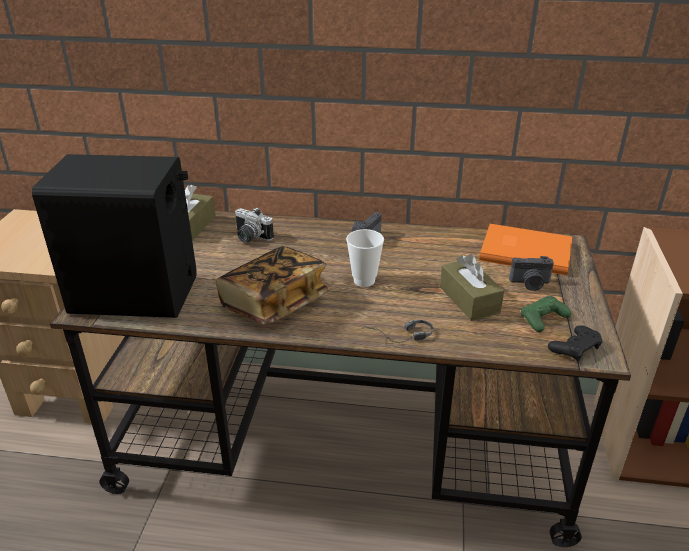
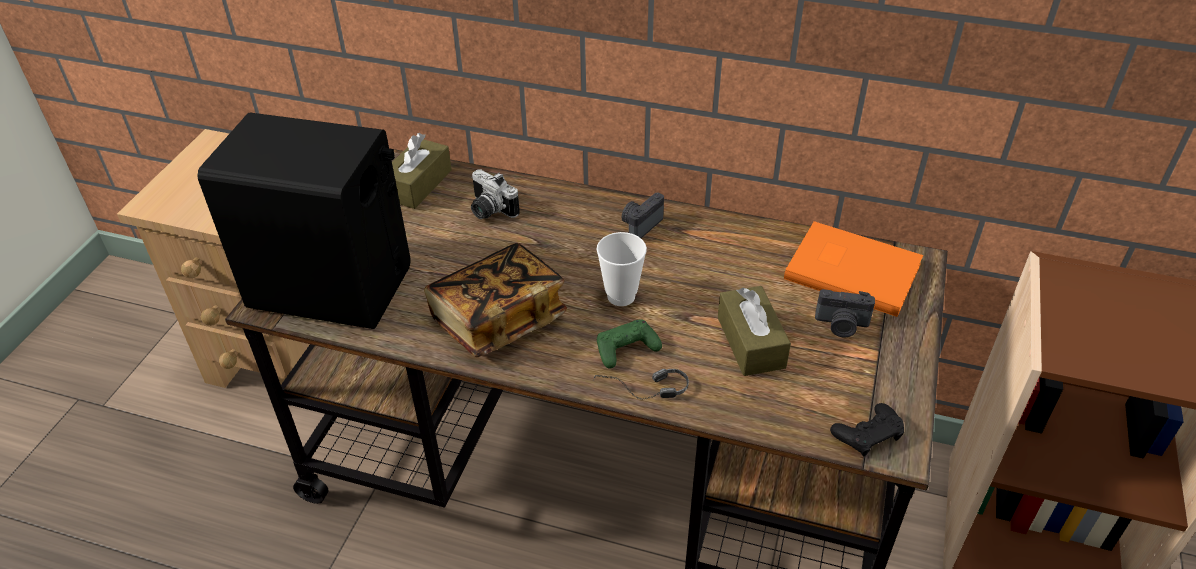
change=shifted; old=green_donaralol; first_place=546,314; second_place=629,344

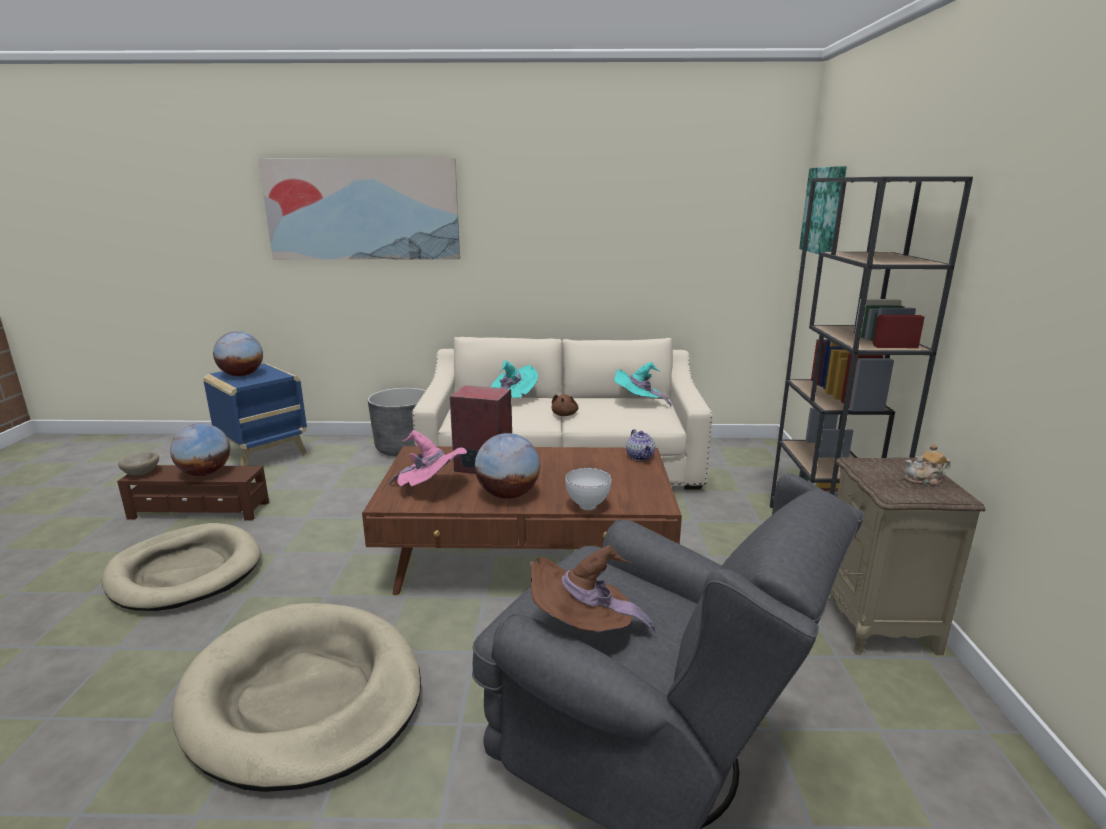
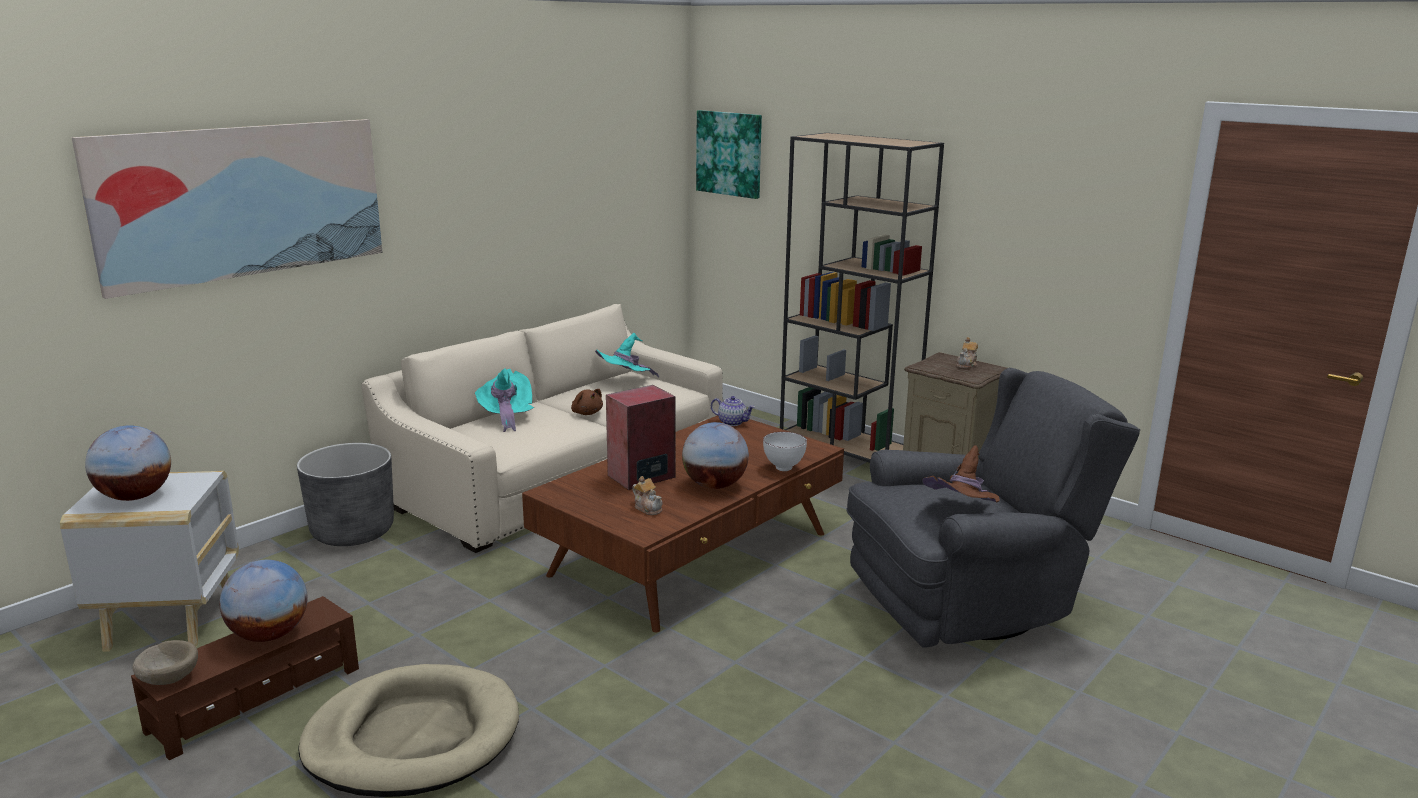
change=gone; old=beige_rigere; first_place=296,697
change=repainted; old=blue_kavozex; new=white_kavozex; first_place=255,414; second_place=149,561
change=swapped; old=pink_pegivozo; new=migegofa; first_place=427,458; second_place=647,495

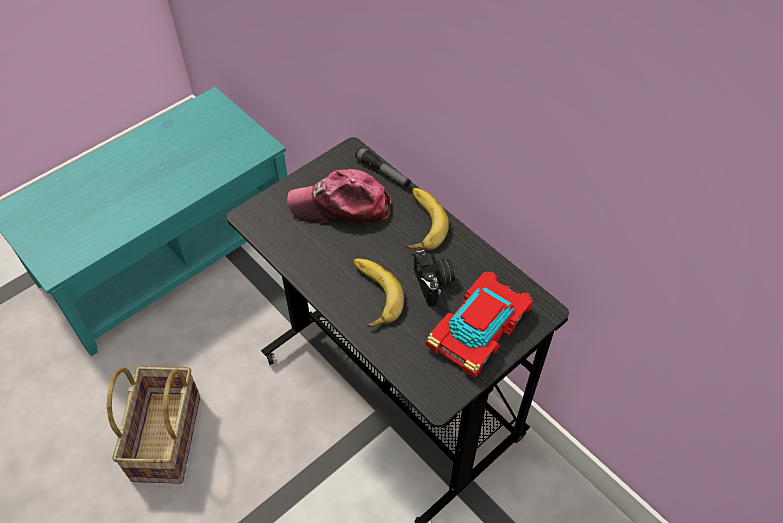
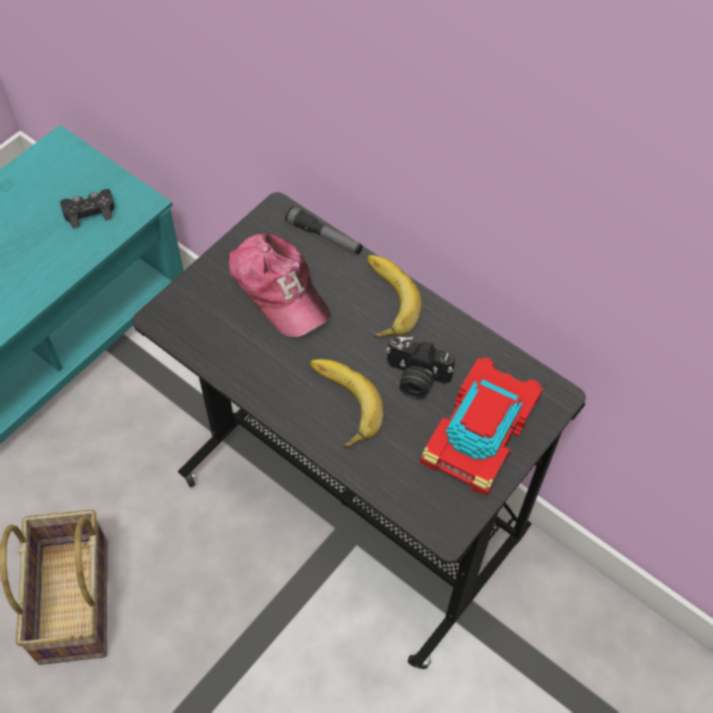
change=rotated; old=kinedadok; first_place=339,196; second_place=280,285; degrees=-120
change=rotated; old=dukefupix; first_place=434,277; second_place=420,367; degrees=135
change=new; new=black_donaralol; second_place=87,209

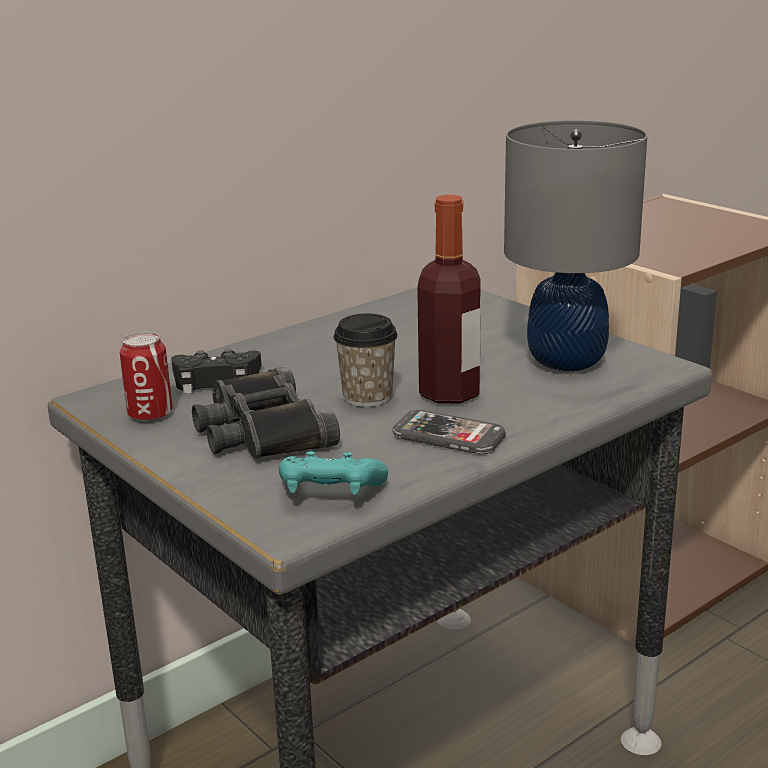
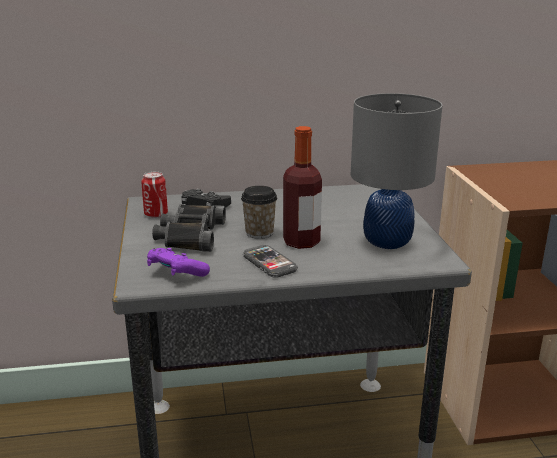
change=repainted; old=turquoise_donaralol; new=purple_donaralol; first_place=333,473; second_place=178,262

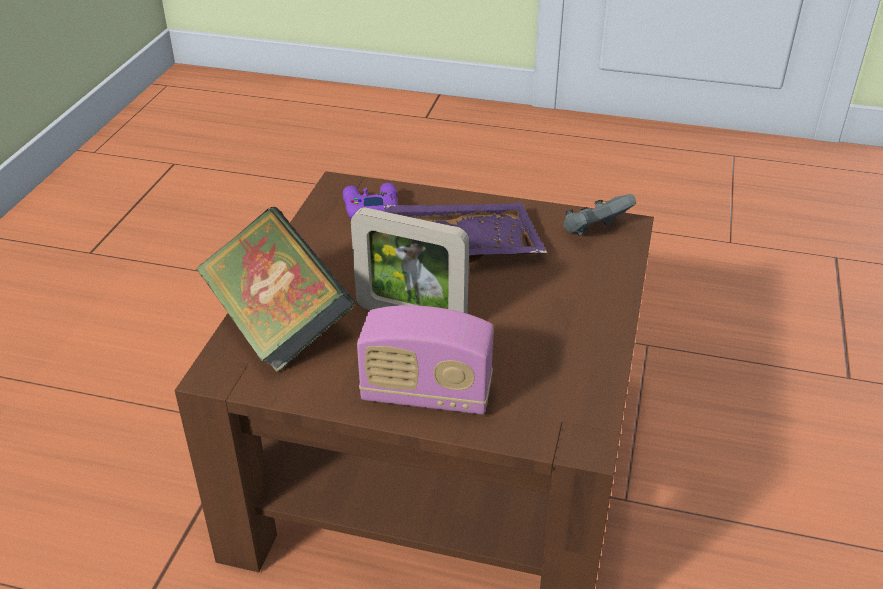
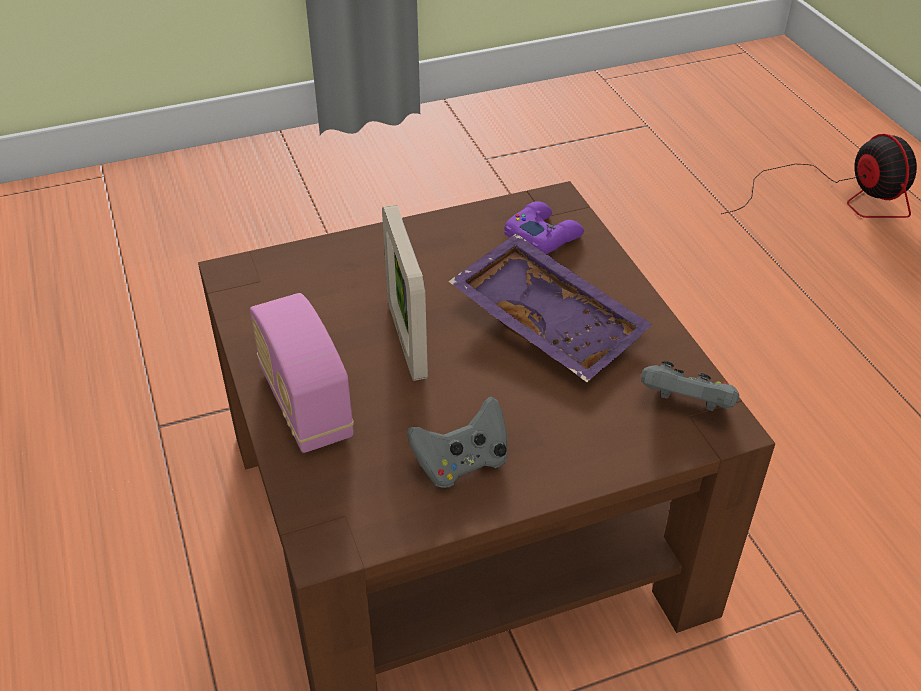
change=gone; old=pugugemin; first_place=275,290
change=new; new=grey_donaralol; second_place=457,442
change=new; new=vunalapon; second_place=819,176

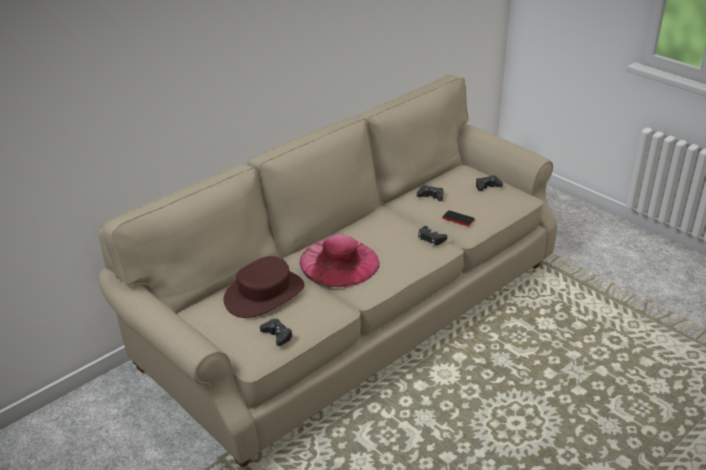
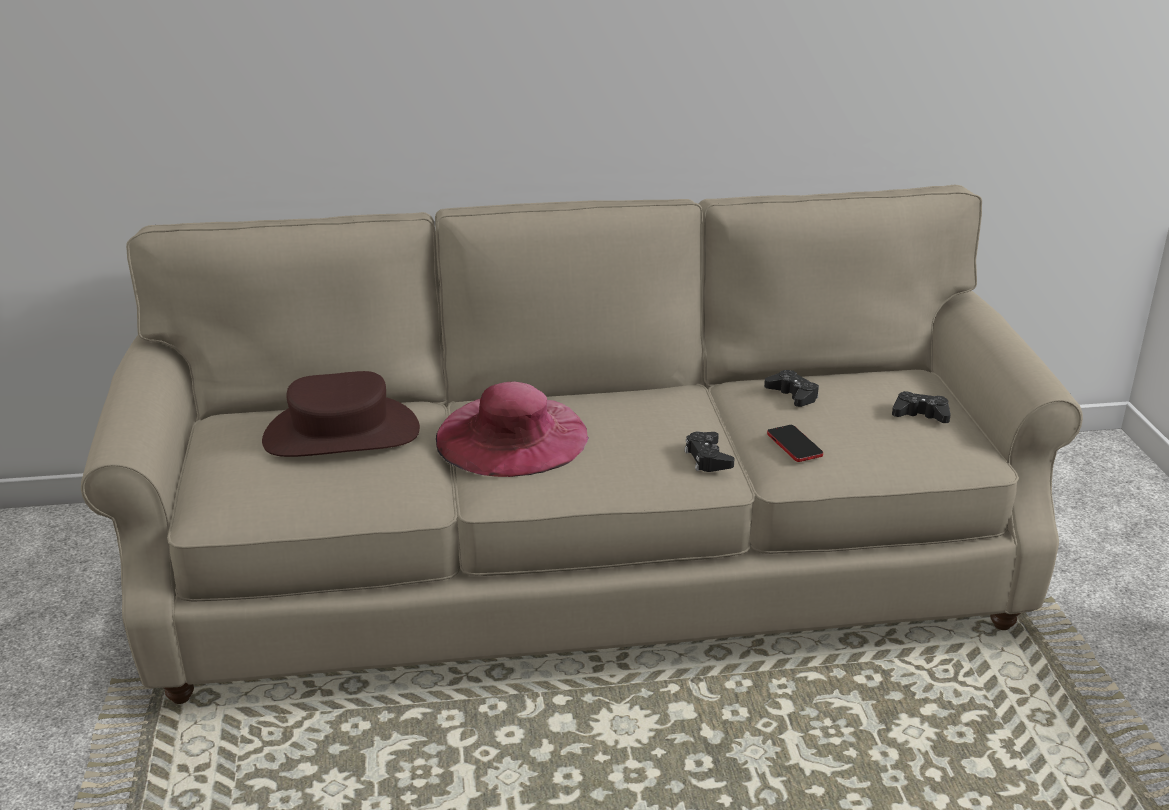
change=gone; old=black_donaralol; first_place=276,332

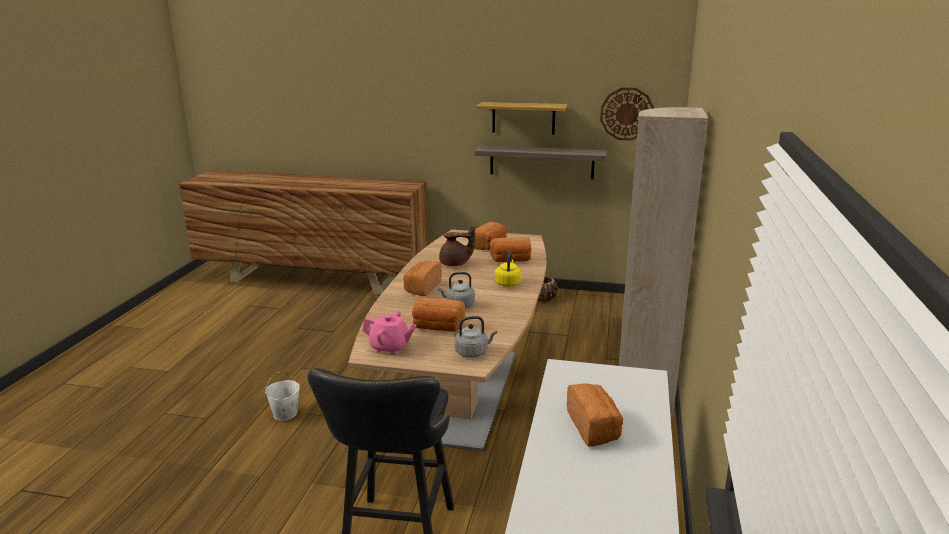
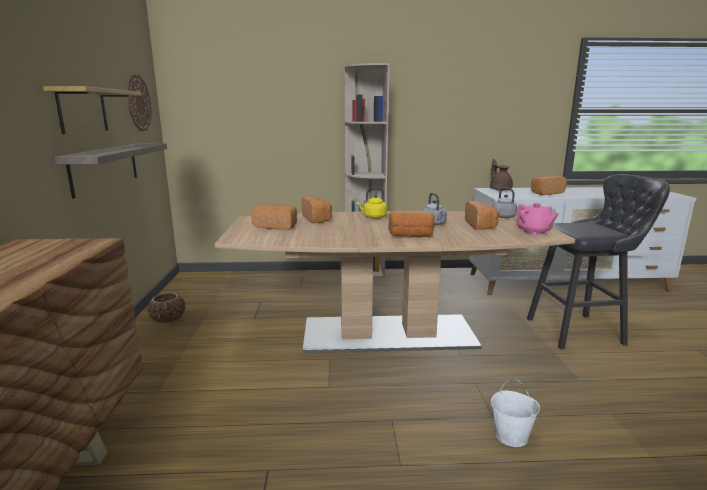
change=rotated; old=pink_migegofa; first_place=389,333; second_place=537,219; degrees=150
change=shifted; old=brown_migegofa; first_place=457,246; second_place=501,175

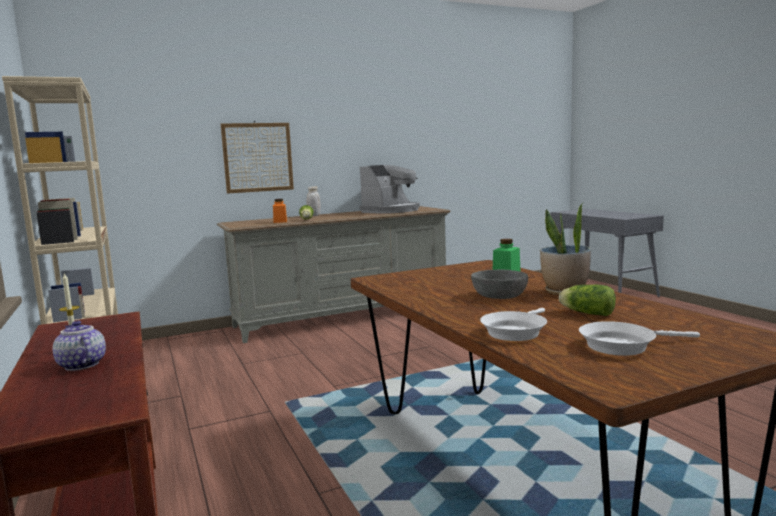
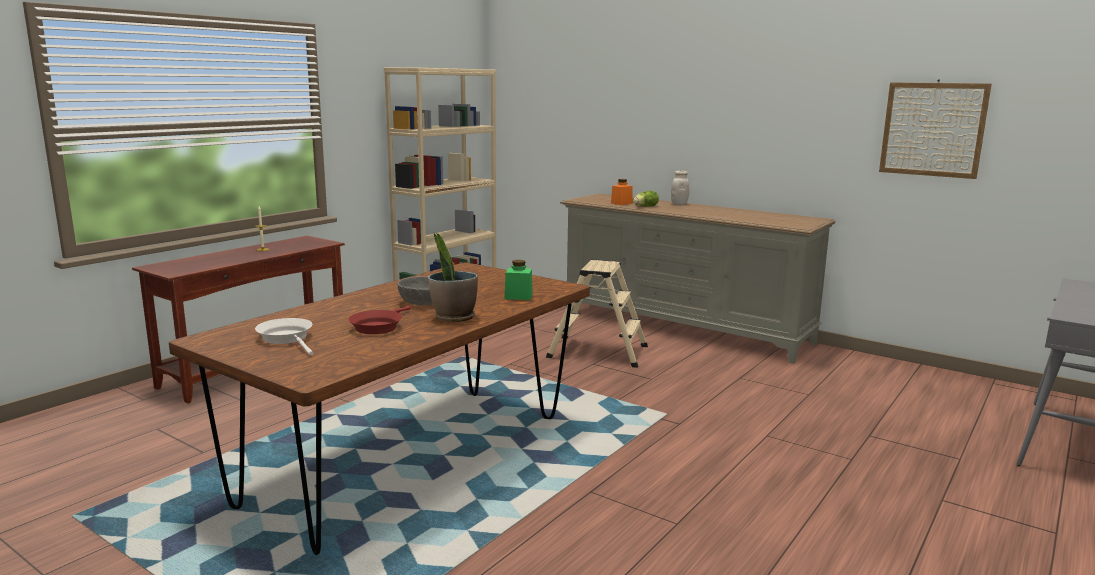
change=gone; old=migegofa; first_place=79,346
change=shifted; old=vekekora; first_place=257,157; second_place=935,129
change=gone; old=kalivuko; first_place=390,189
change=gone; old=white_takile; first_place=513,324
change=swapped; old=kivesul; new=red_takile; first_place=587,300; second_place=379,320
change=new; new=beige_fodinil; second_place=597,313

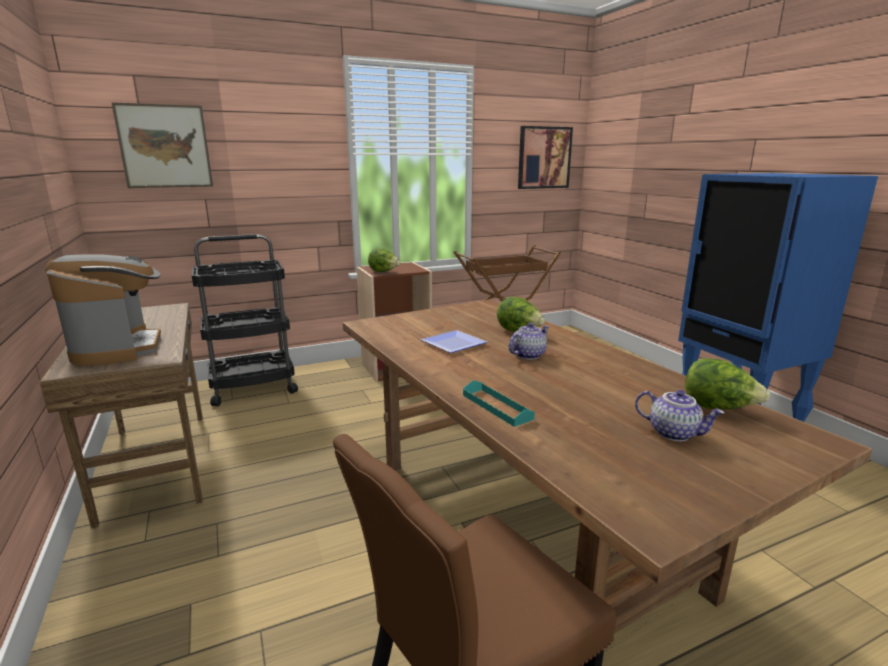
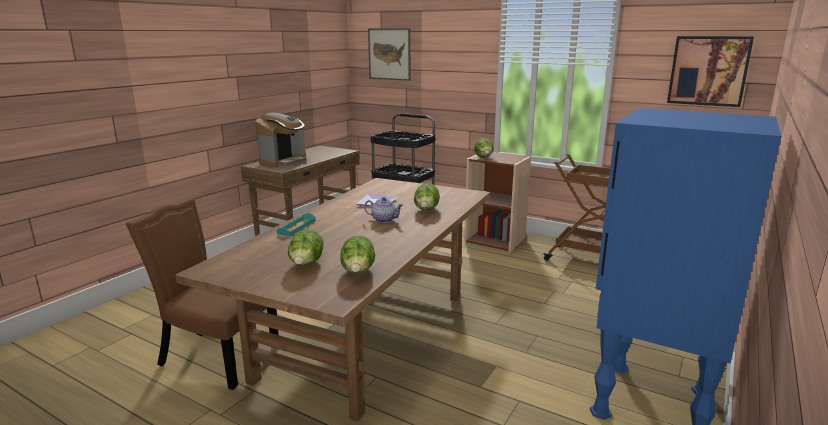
change=swapped; old=migegofa; new=kivesul; first_place=680,415; second_place=306,247

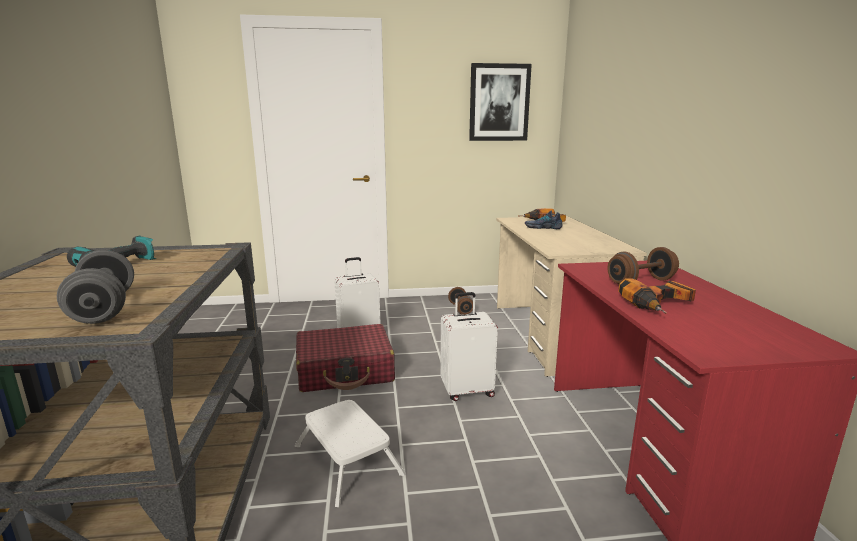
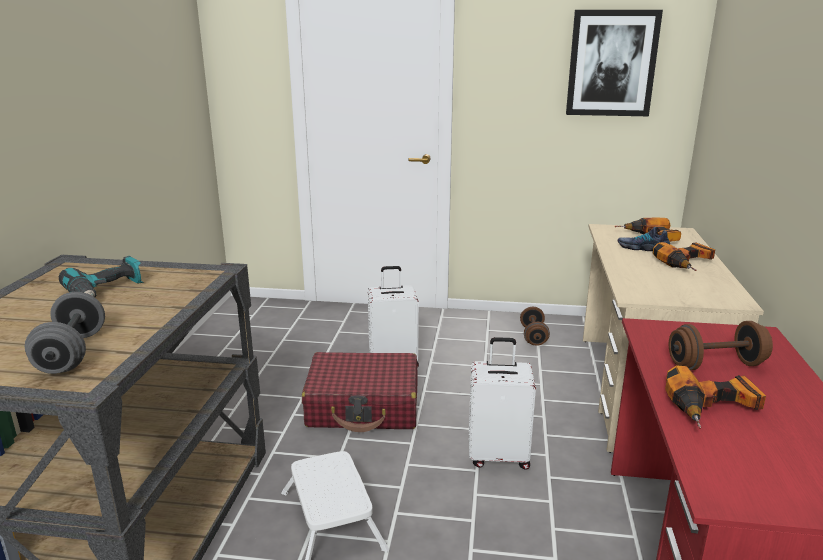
change=new; new=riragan; second_place=684,256

